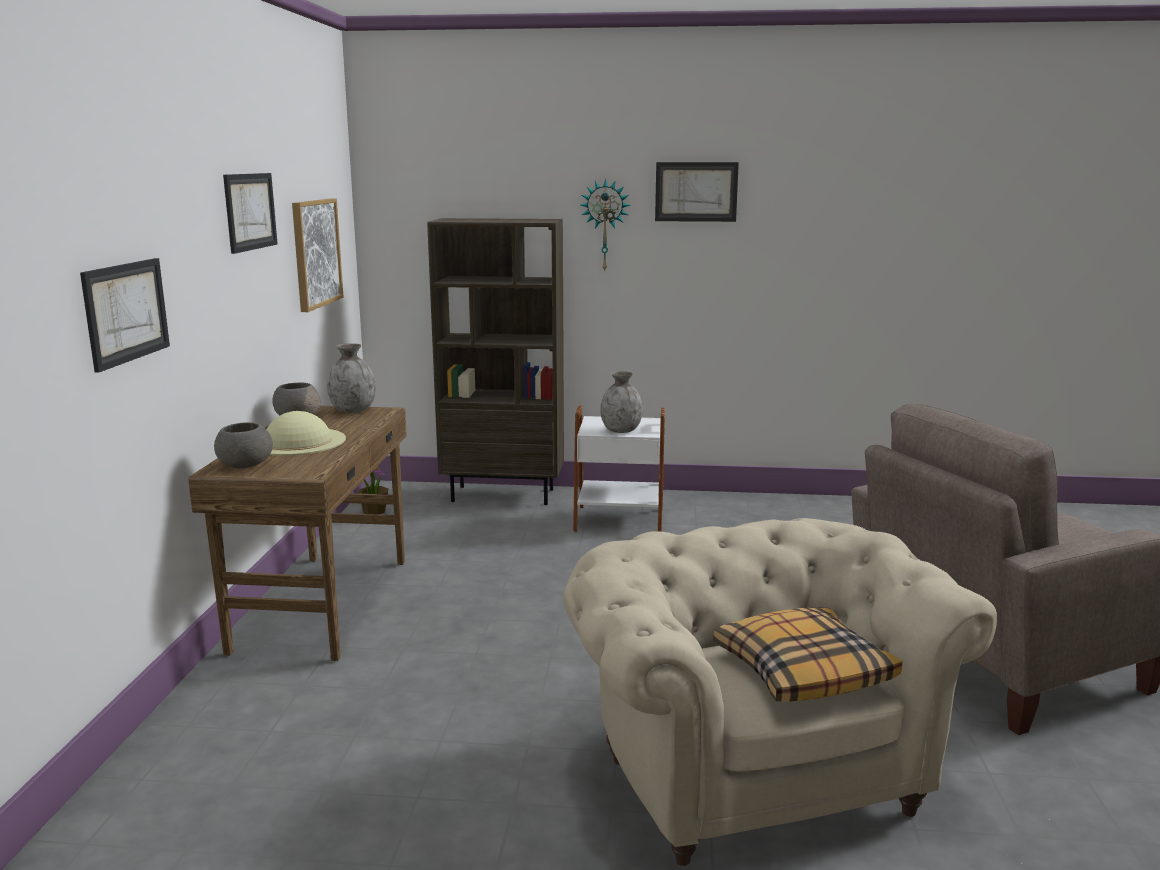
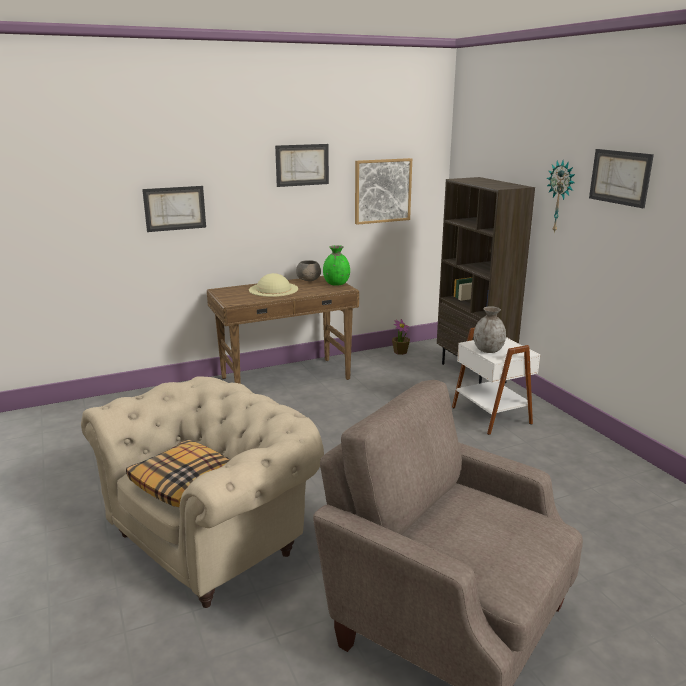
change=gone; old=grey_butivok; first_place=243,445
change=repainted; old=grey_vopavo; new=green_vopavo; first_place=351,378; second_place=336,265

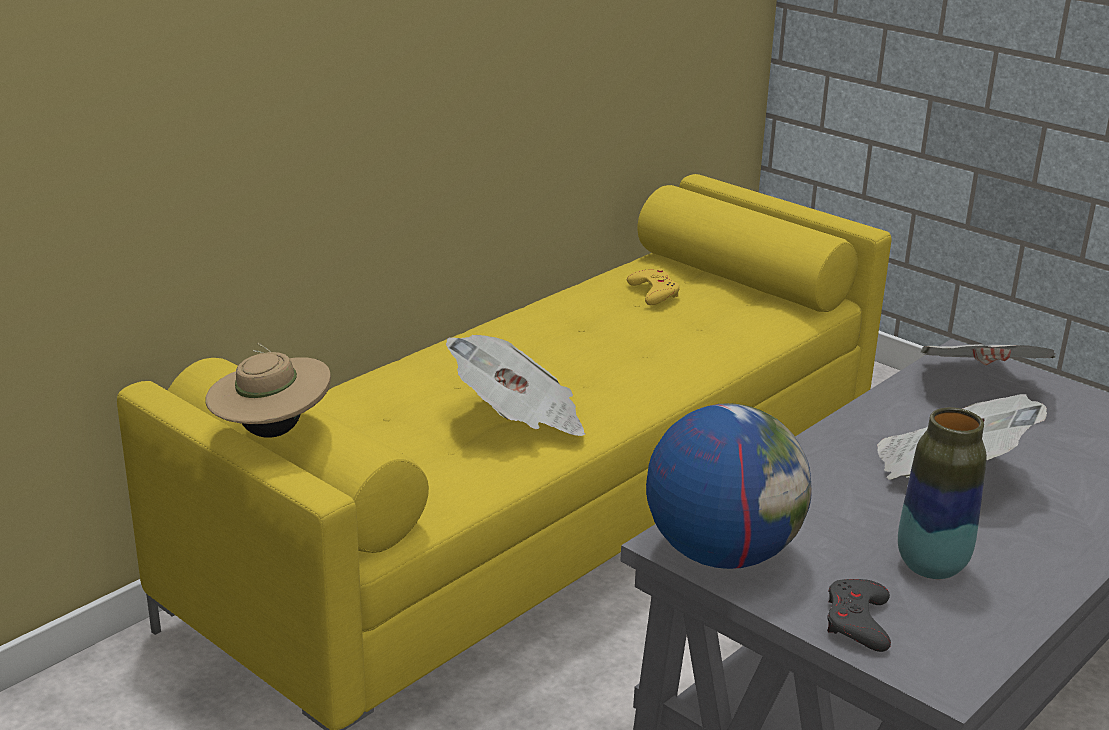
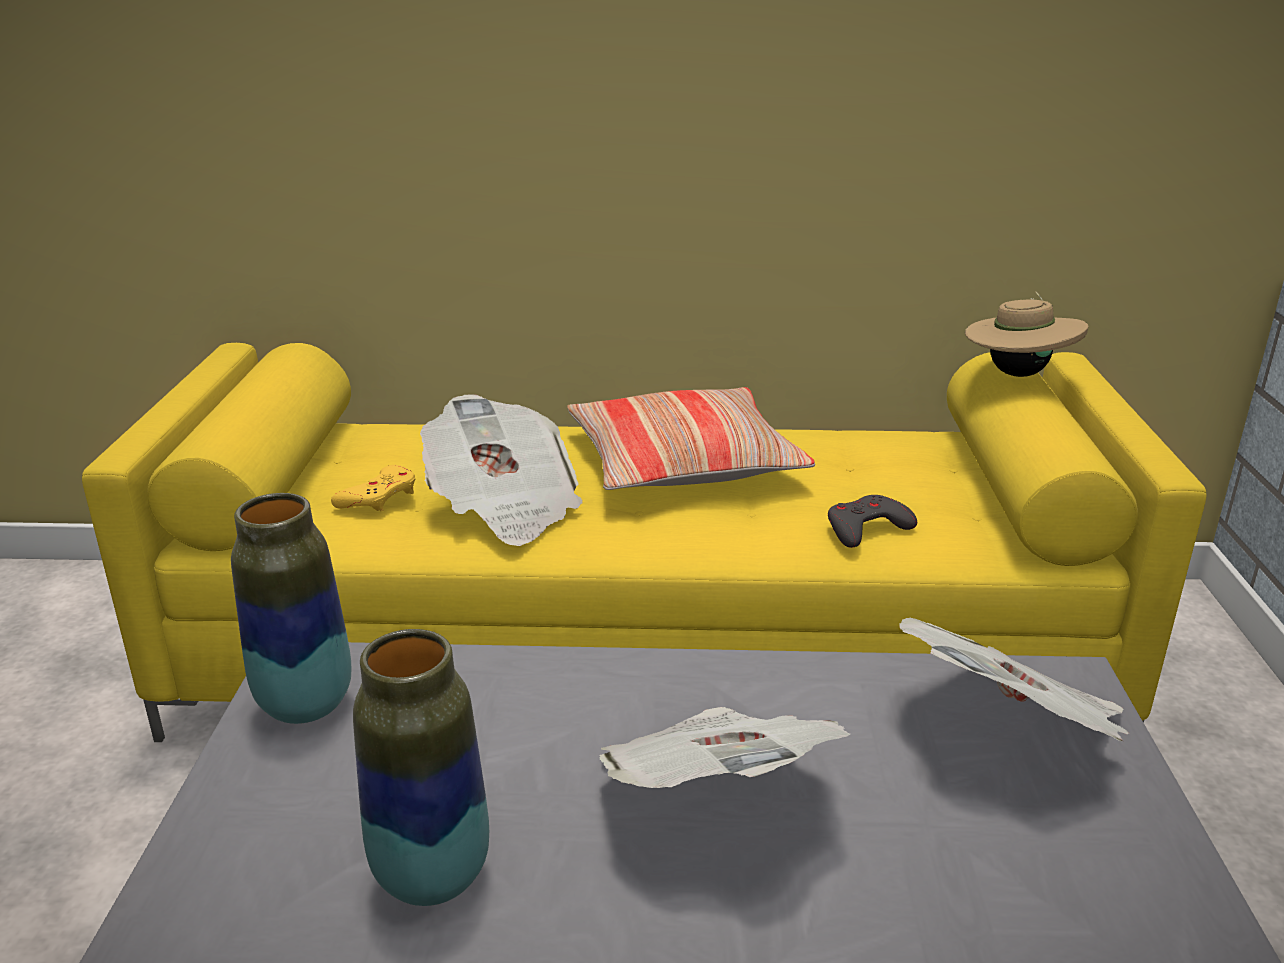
change=shifted; old=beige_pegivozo; first_place=268,390; second_place=1026,334
change=shifted; old=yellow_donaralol; first_place=653,286; second_place=373,488
change=swapped; old=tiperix; new=vopavo; first_place=729,486; second_place=291,608
change=shifted; old=grey_donaralol; first_place=859,615; second_place=872,521
change=new; new=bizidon; second_place=691,438

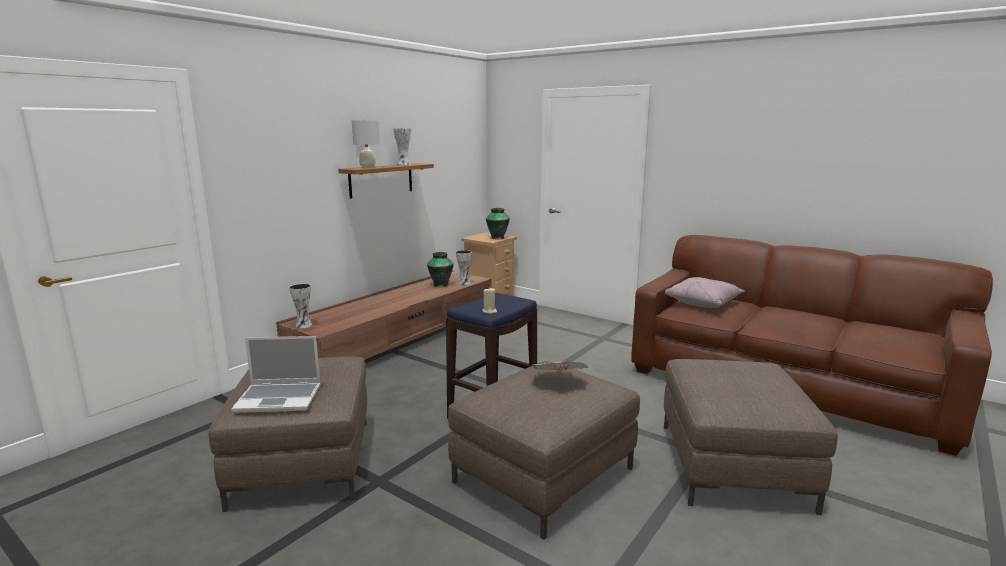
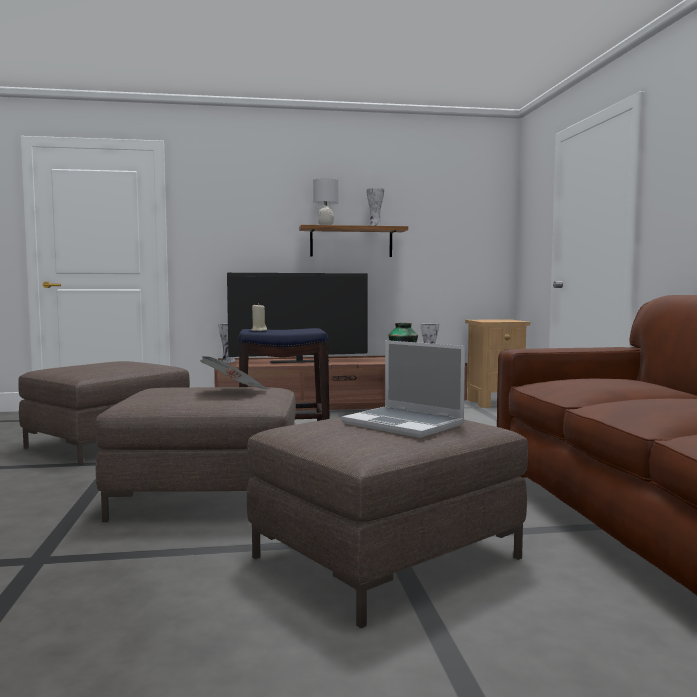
change=shifted; old=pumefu; first_place=276,374; second_place=403,389
change=gone; old=vopavo; first_place=498,224
change=gone; old=purple_bizidon; first_place=705,292
change=new; new=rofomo; second_place=297,318

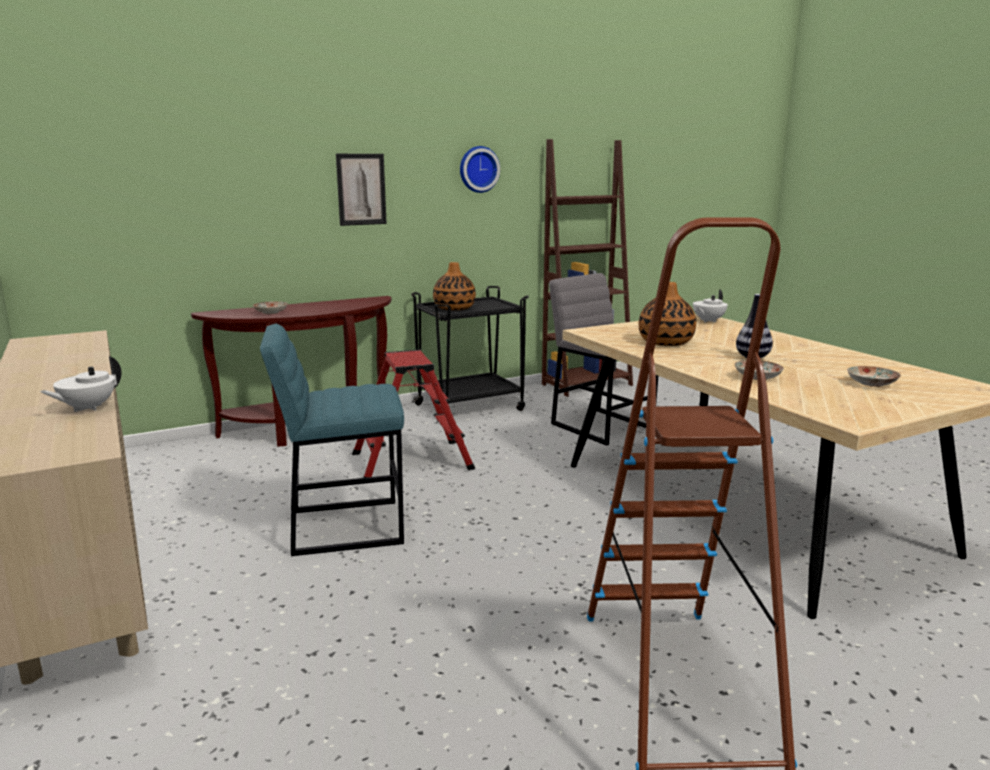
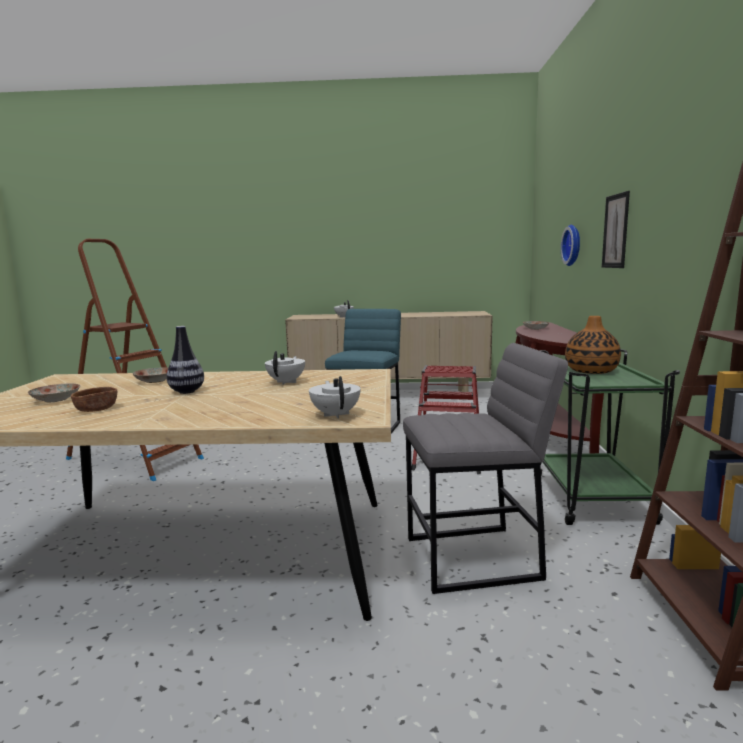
change=repainted; old=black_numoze; new=green_numoze; first_place=470,353; second_place=610,437
change=shifted; old=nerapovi; first_place=480,169; second_place=570,245
change=swapped; old=vopavo; new=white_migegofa; first_place=667,314; second_place=285,368
change=new; new=brown_butivok; second_place=94,399

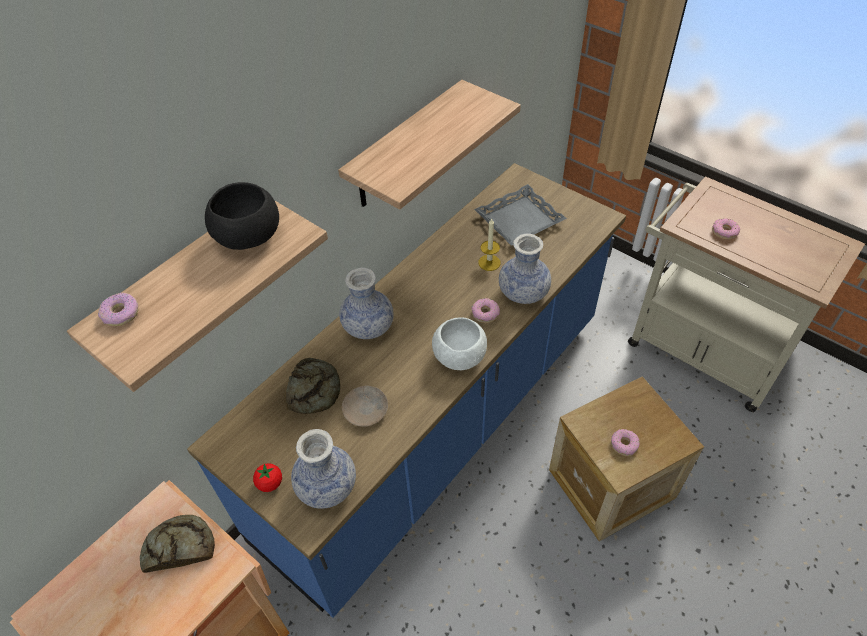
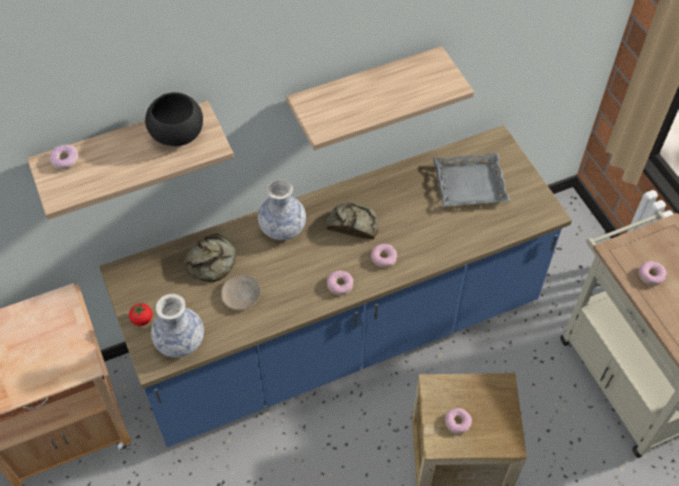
change=shifted; old=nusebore; first_place=177,544; second_place=352,220
change=swapped; old=white_butivok; new=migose; first_place=459,343; second_place=340,283
change=gone; old=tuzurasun; first_place=489,244
change=gone; old=vopavo; first_place=525,268

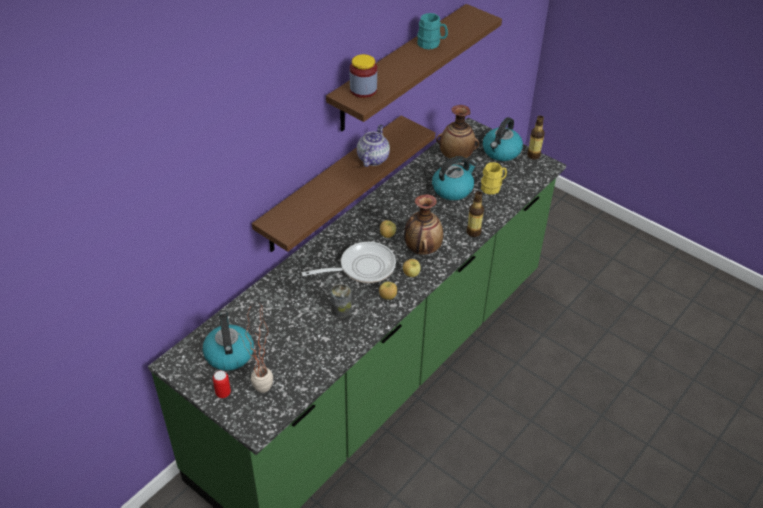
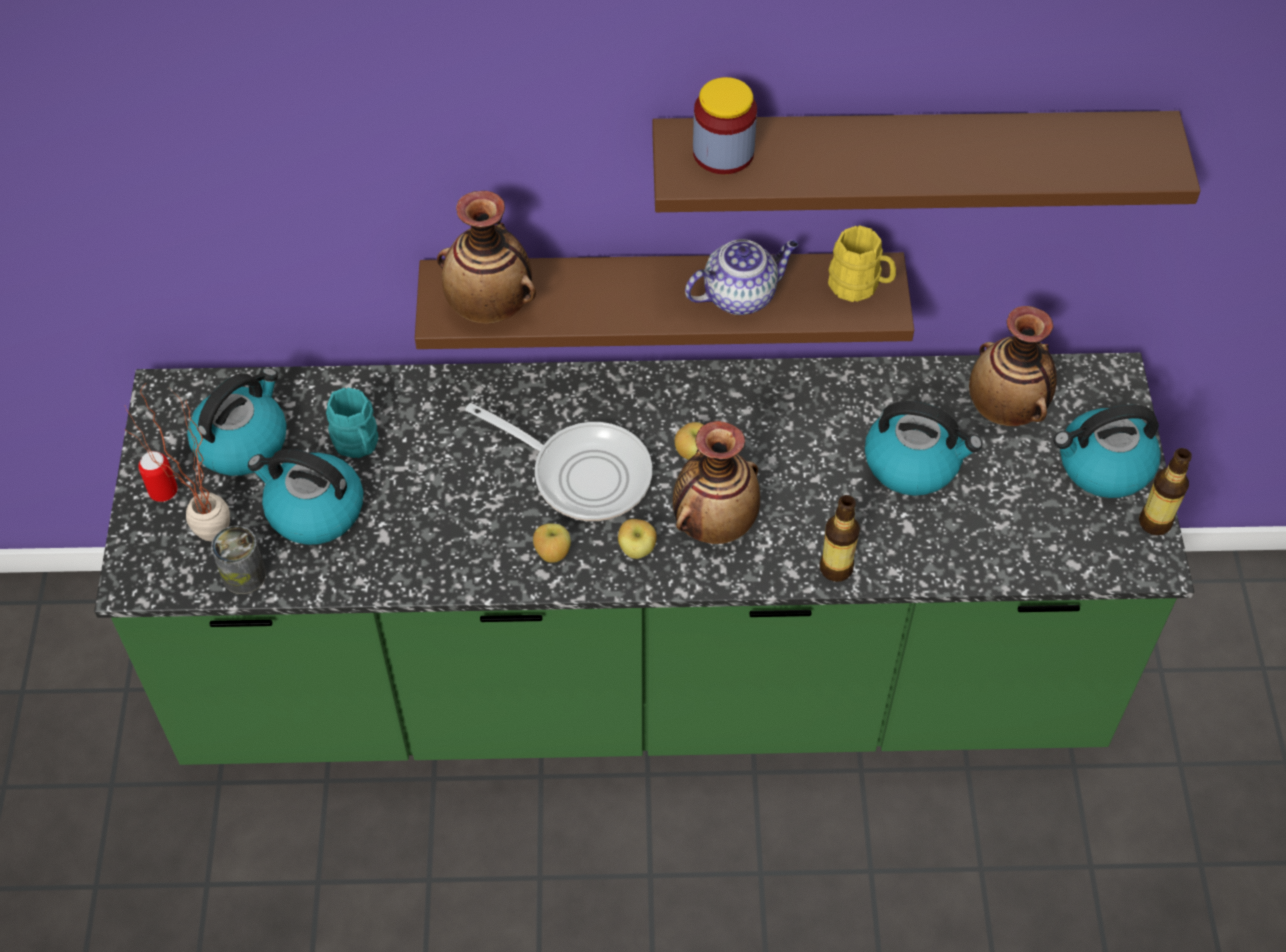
change=shifted; old=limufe; first_place=341,301; second_place=238,560
change=shifted; old=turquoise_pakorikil; first_place=432,31; second_place=352,423
change=shifted; old=yellow_pakorikil; first_place=494,178; second_place=862,263
change=new; new=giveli; second_place=305,497
change=new; new=vopavo; second_place=486,257

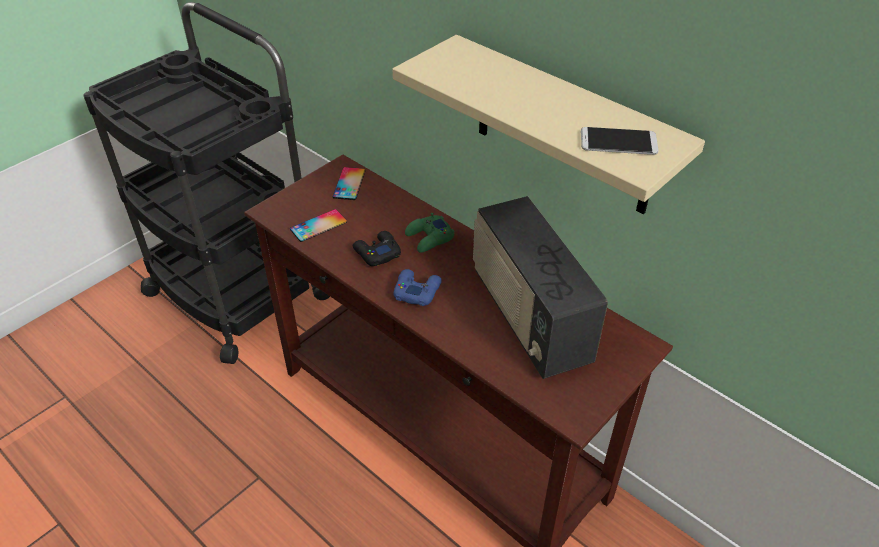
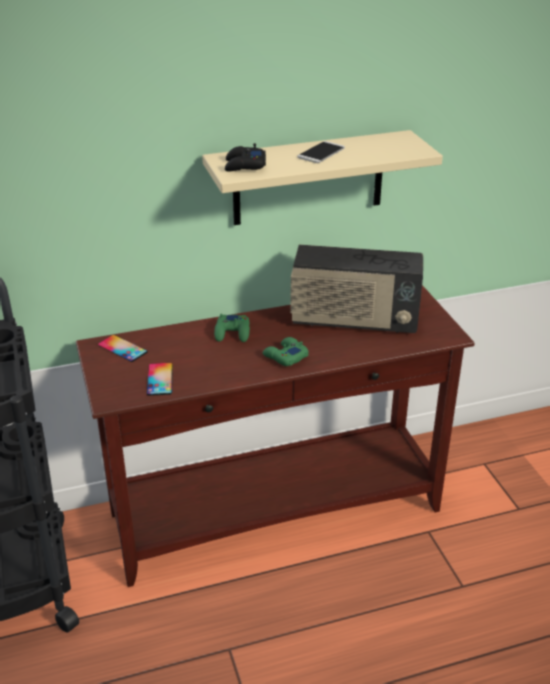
change=shifted; old=black_donaralol; first_place=377,248; second_place=245,157
change=repainted; old=blue_donaralol; new=green_donaralol; first_place=418,287; second_place=286,351
change=shifted; old=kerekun; first_place=620,141; second_place=321,152

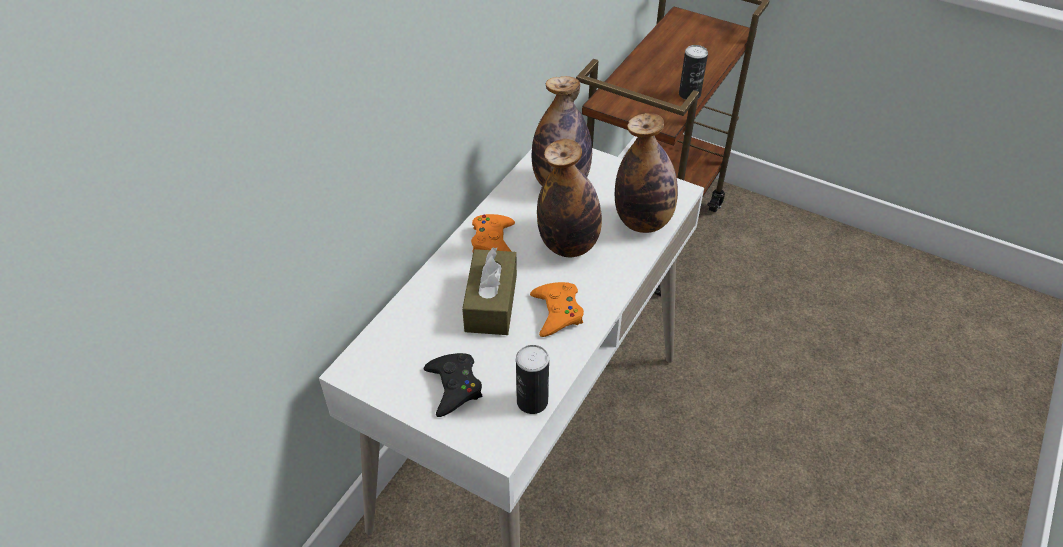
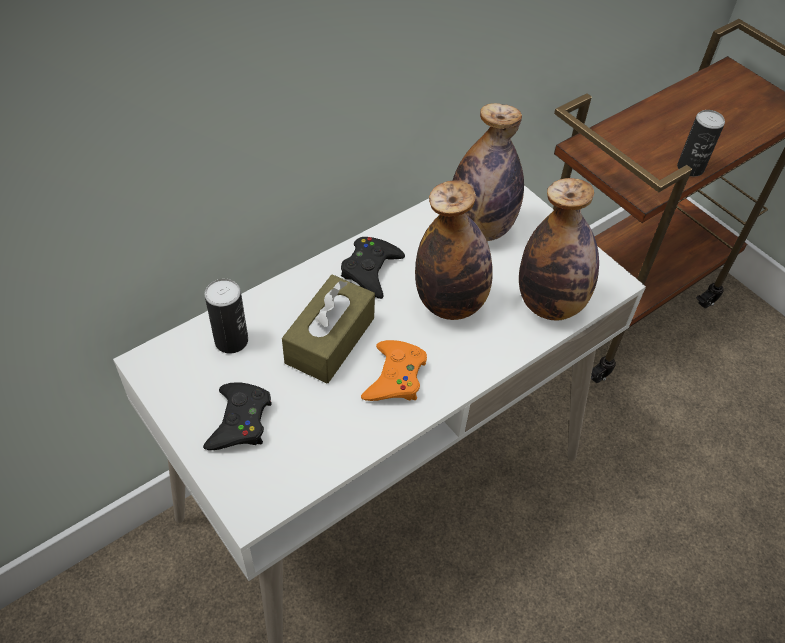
change=repainted; old=orange_donaralol; new=black_donaralol; first_place=493,233; second_place=373,268
change=shifted; old=limufe; first_place=532,379; second_place=226,316

